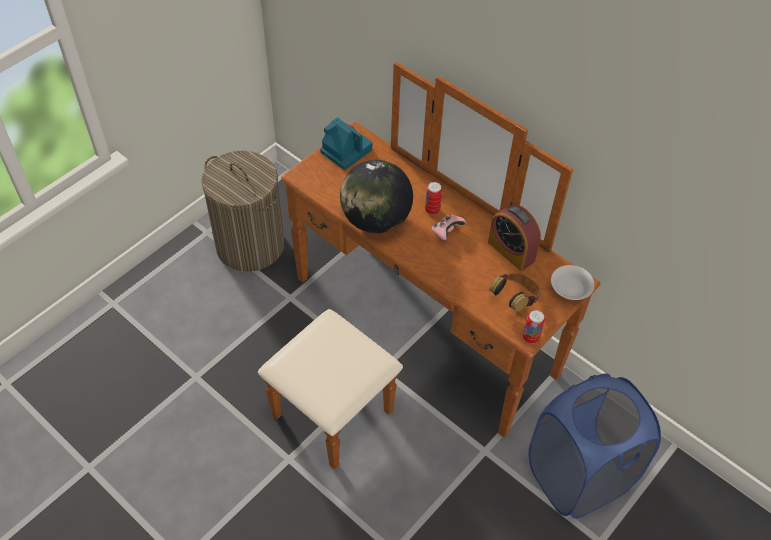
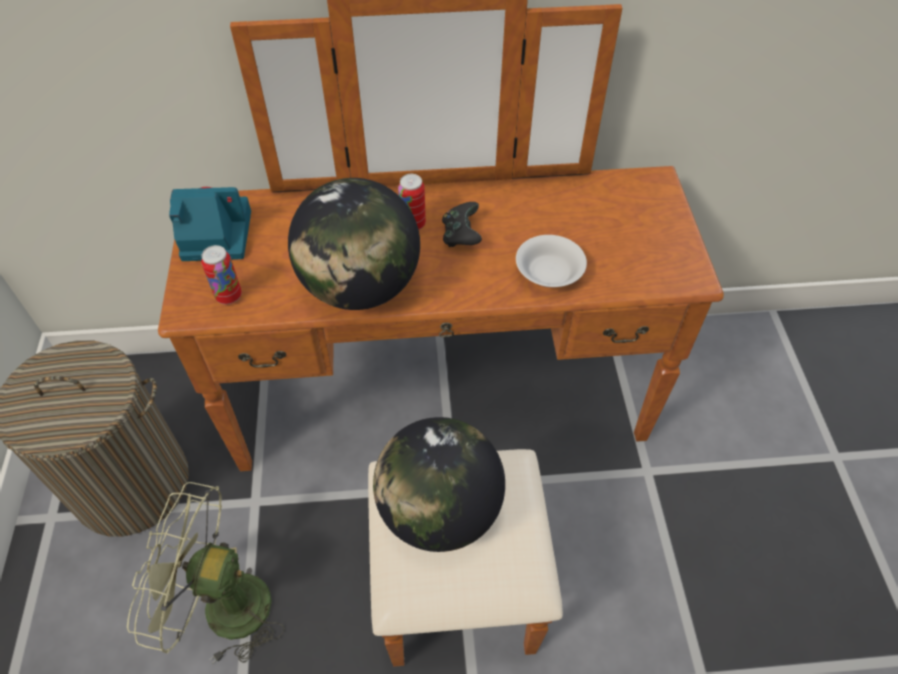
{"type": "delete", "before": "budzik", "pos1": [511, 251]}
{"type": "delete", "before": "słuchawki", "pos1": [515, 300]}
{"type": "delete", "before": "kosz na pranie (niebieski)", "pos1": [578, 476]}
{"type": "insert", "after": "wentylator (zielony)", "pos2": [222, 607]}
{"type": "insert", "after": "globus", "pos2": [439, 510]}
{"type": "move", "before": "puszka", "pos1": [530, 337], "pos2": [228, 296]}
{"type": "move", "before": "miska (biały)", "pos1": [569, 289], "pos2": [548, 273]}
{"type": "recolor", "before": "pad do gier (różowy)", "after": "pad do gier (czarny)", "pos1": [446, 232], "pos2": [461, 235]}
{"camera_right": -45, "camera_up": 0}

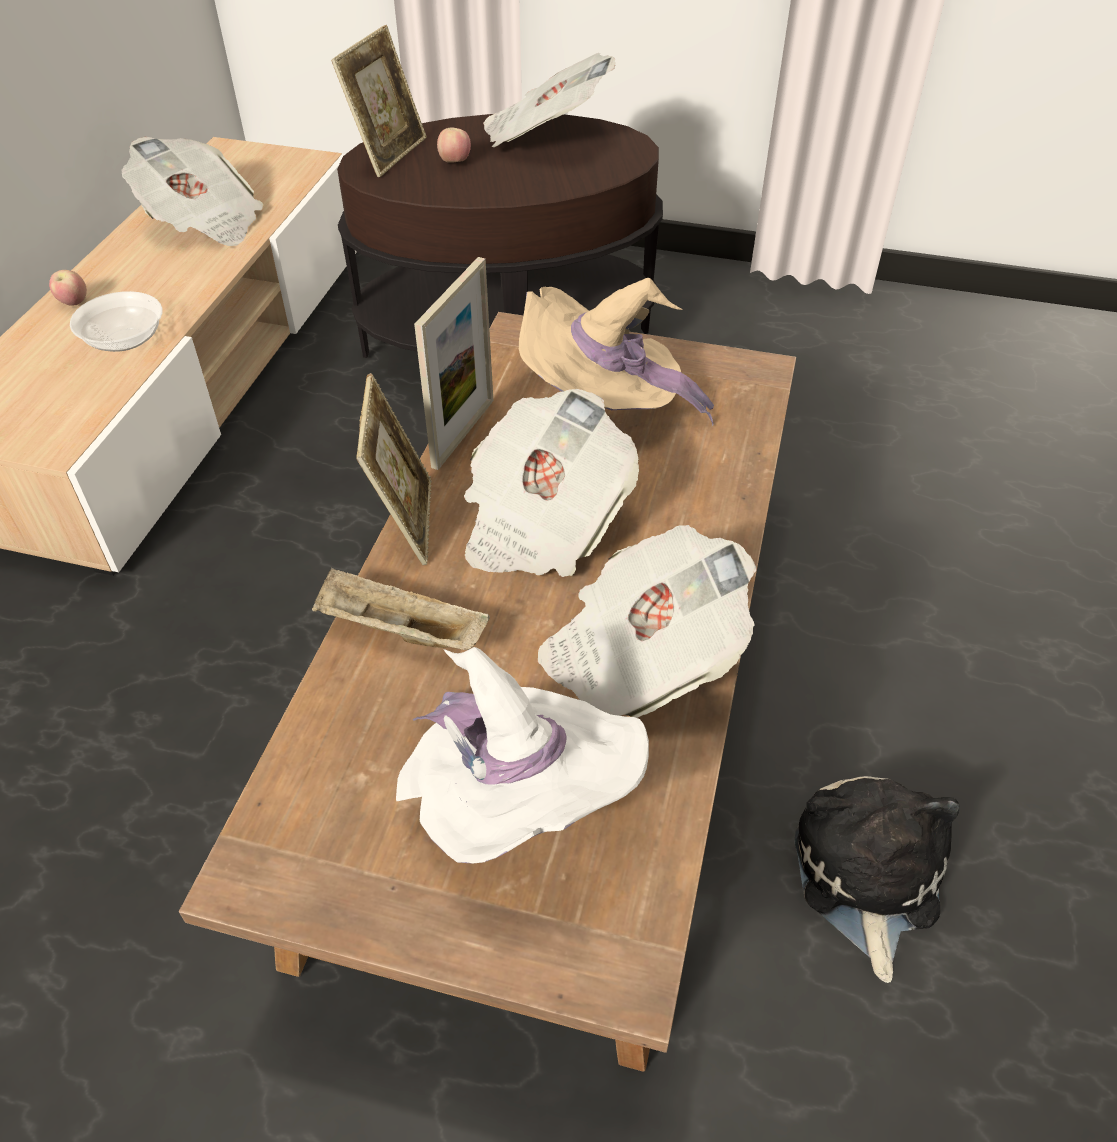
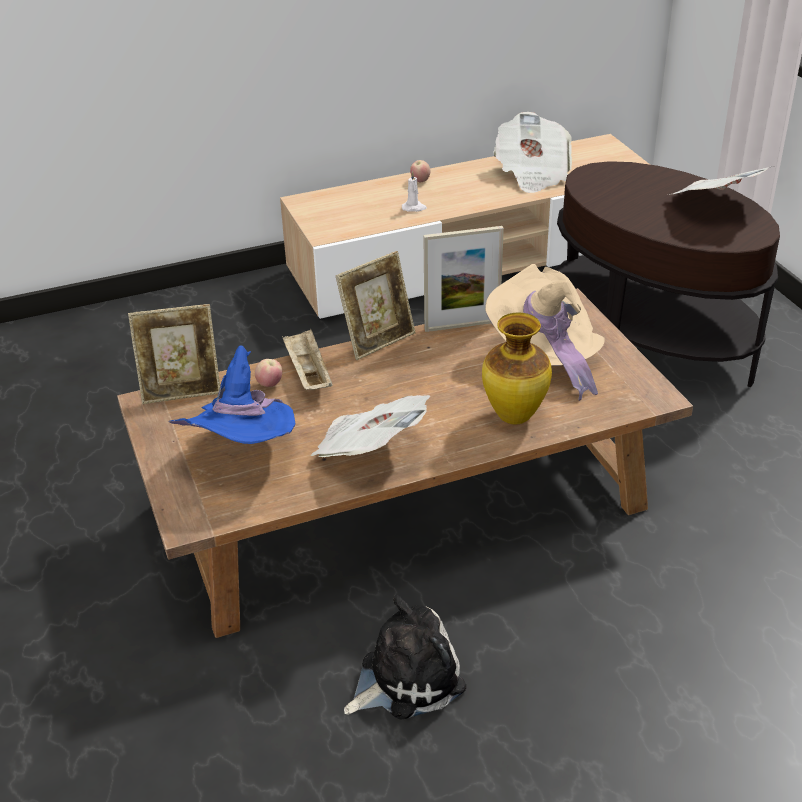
{"type": "delete", "before": "gazeta", "pos1": [542, 522]}
{"type": "insert", "after": "wazon", "pos2": [513, 417]}
{"type": "move", "before": "ramka na zdjęcie", "pos1": [388, 154], "pos2": [181, 390]}
{"type": "move", "before": "jabłko", "pos1": [455, 162], "pos2": [270, 385]}
{"type": "replace", "before": "miska", "after": "świeca (biały)", "pos1": [125, 339], "pos2": [414, 208]}
{"type": "recolor", "before": "kapelusz (biały)", "after": "kapelusz (niebieski)", "pos1": [516, 805], "pos2": [244, 453]}
{"camera_right": 55, "camera_up": -10}

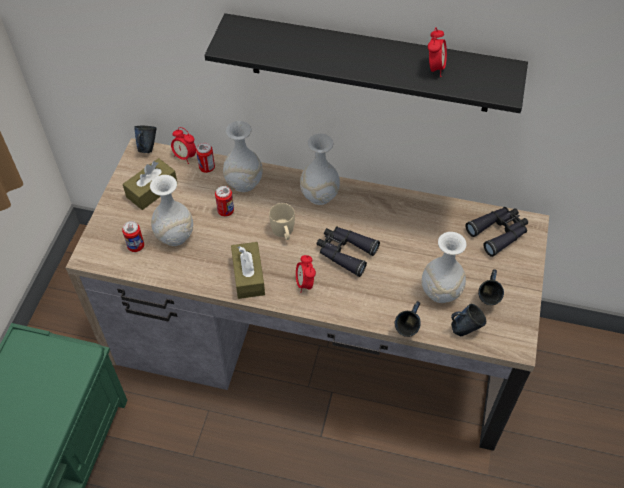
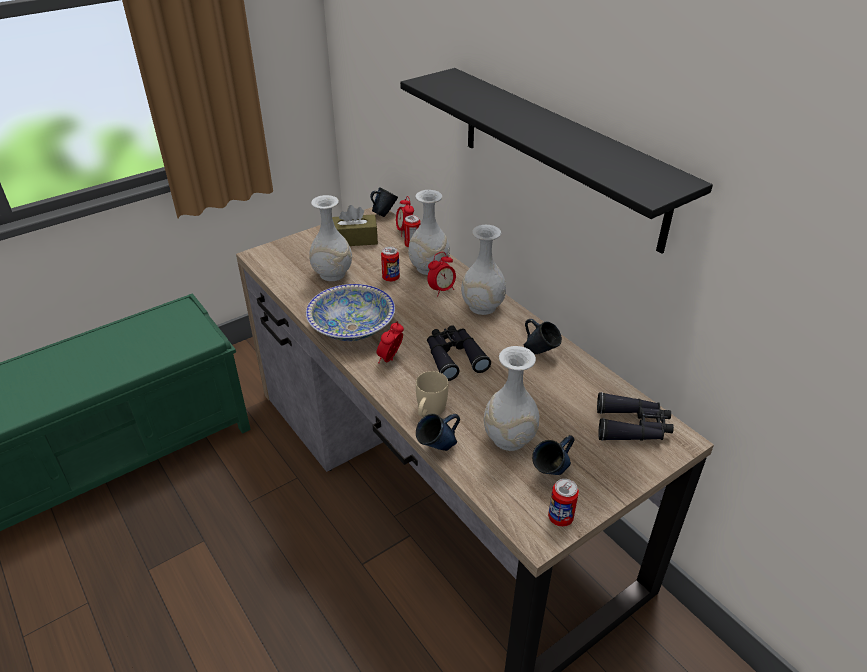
{"type": "move", "before": "puszka", "pos1": [136, 246], "pos2": [560, 518]}
{"type": "move", "before": "kubek (beżowy)", "pos1": [284, 233], "pos2": [429, 411]}
{"type": "move", "before": "budzik", "pos1": [435, 68], "pos2": [441, 290]}
{"type": "move", "before": "kubek (niebieski)", "pos1": [465, 329], "pos2": [540, 353]}
{"type": "replace", "before": "pudełko chusteczek (brązowy)", "after": "miska", "pos1": [248, 276], "pos2": [352, 328]}
{"camera_right": 40, "camera_up": -15}

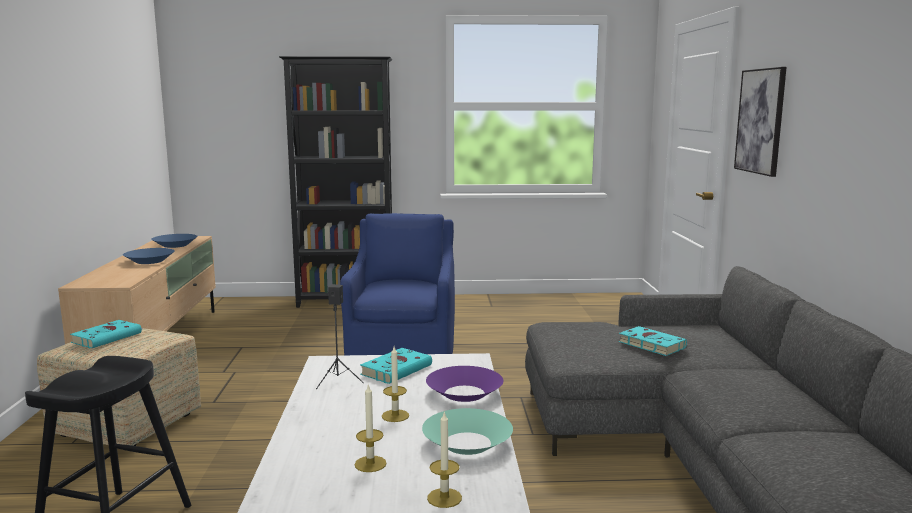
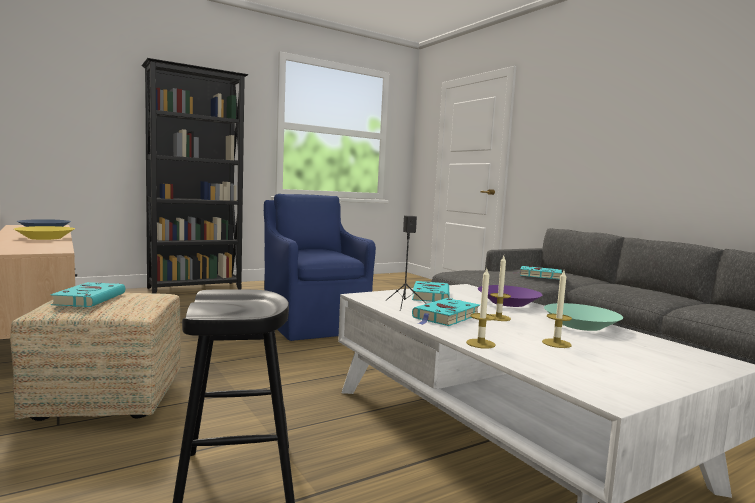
{"type": "delete", "before": "obraz", "pos1": [760, 121]}
{"type": "insert", "after": "książka (turkusowy)", "pos2": [445, 317]}
{"type": "move", "before": "świeca", "pos1": [444, 498], "pos2": [480, 343]}
{"type": "recolor", "before": "miska (niebieski)", "after": "miska (żółty)", "pos1": [149, 261], "pos2": [45, 238]}
{"camera_right": -30, "camera_up": -5}

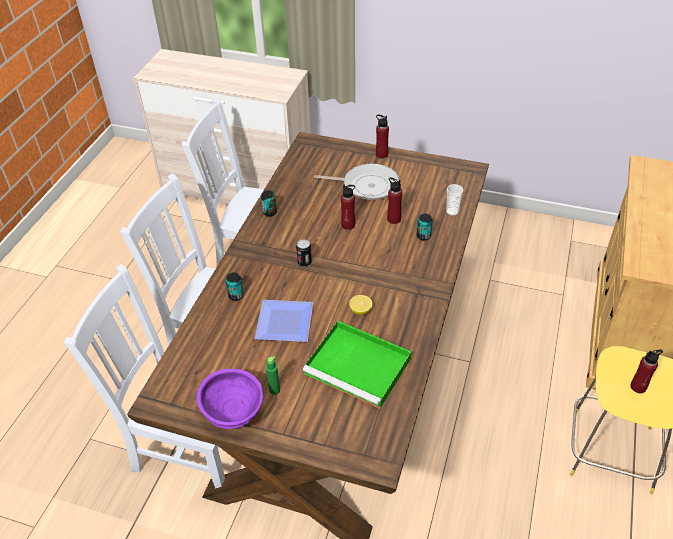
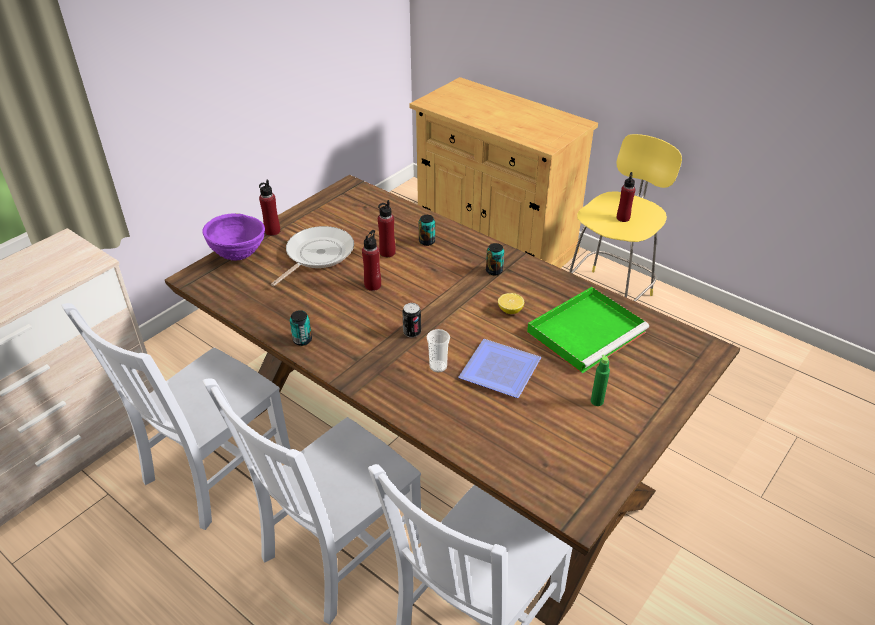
{"type": "move", "before": "miska (fioletowy)", "pos1": [234, 416], "pos2": [239, 256]}
{"type": "move", "before": "puszka", "pos1": [236, 295], "pos2": [494, 271]}
{"type": "move", "before": "filiżanka", "pos1": [452, 211], "pos2": [438, 366]}
{"camera_right": -70, "camera_up": -5}

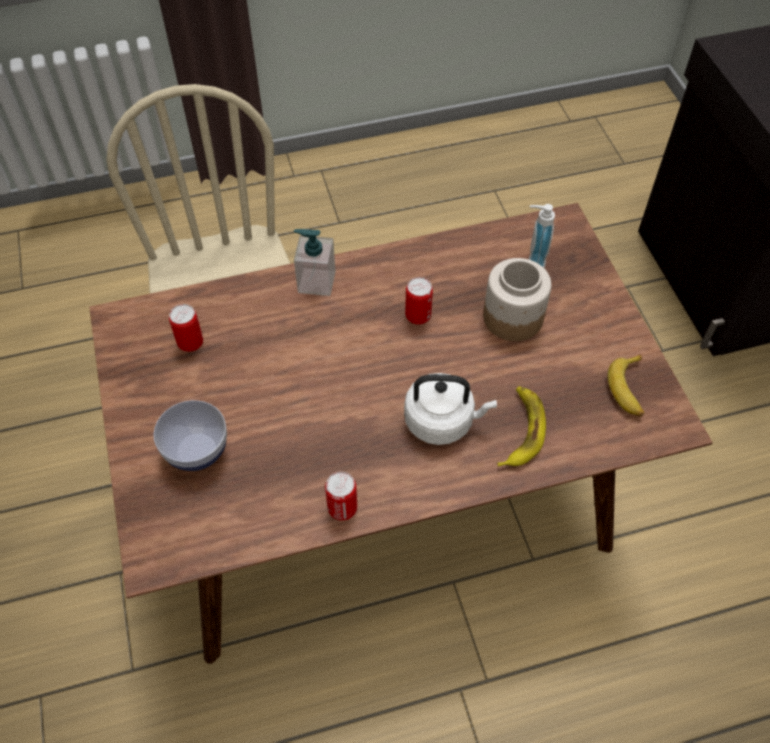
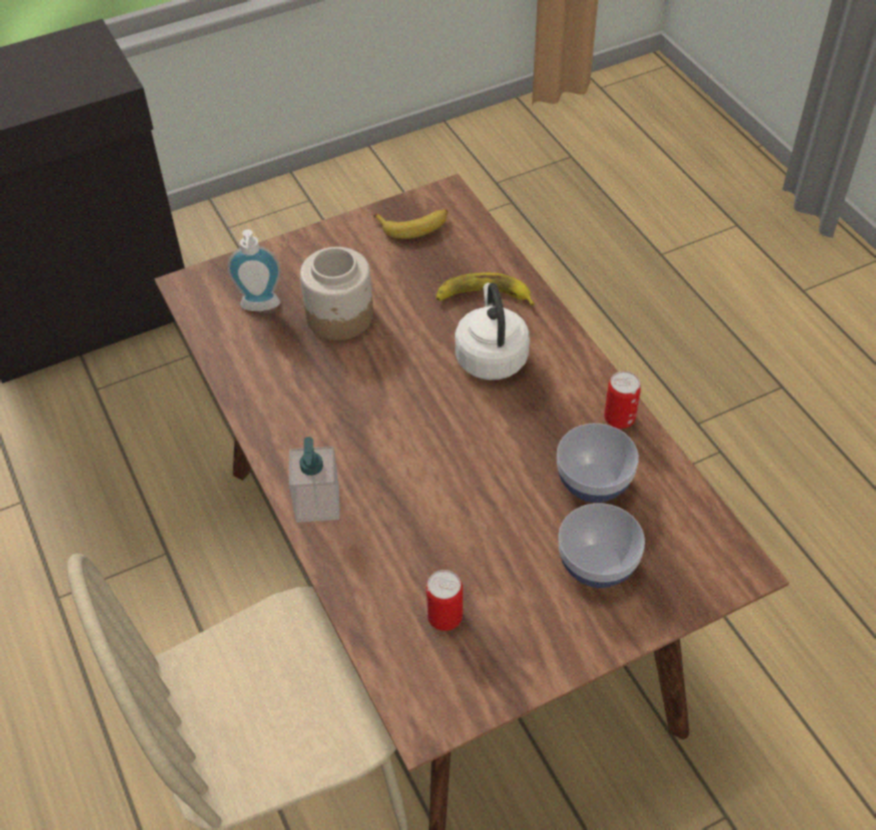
{"type": "delete", "before": "puszka", "pos1": [418, 316]}
{"type": "insert", "after": "miska", "pos2": [593, 483]}
{"camera_right": -100, "camera_up": -5}

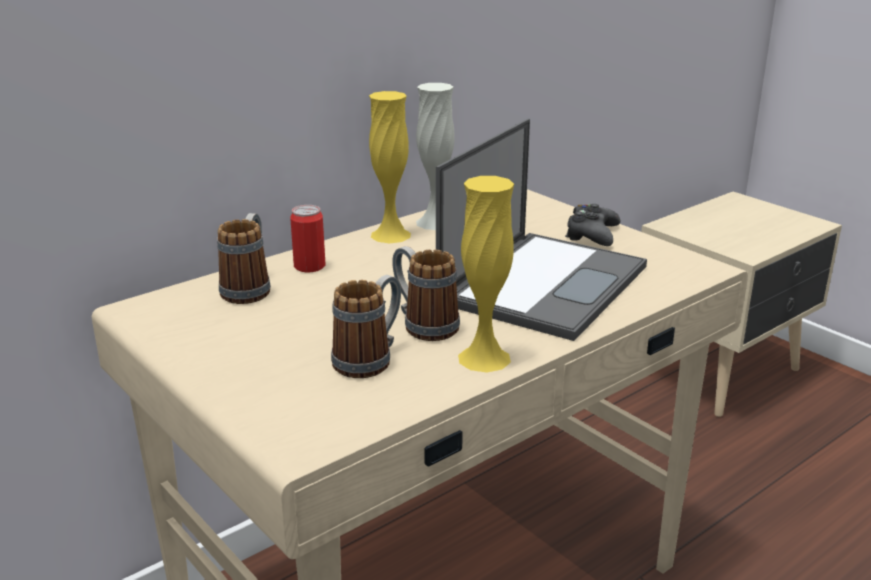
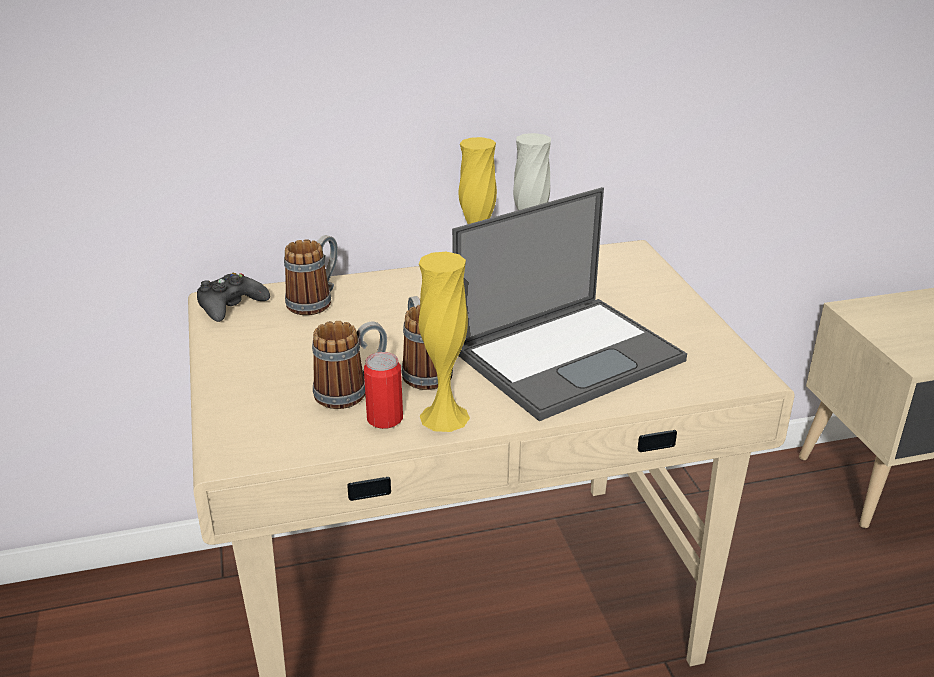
{"type": "move", "before": "puszka", "pos1": [309, 266], "pos2": [385, 419]}
{"type": "move", "before": "pad do gier (czarny)", "pos1": [592, 235], "pos2": [231, 305]}
{"camera_right": 25, "camera_up": 5}

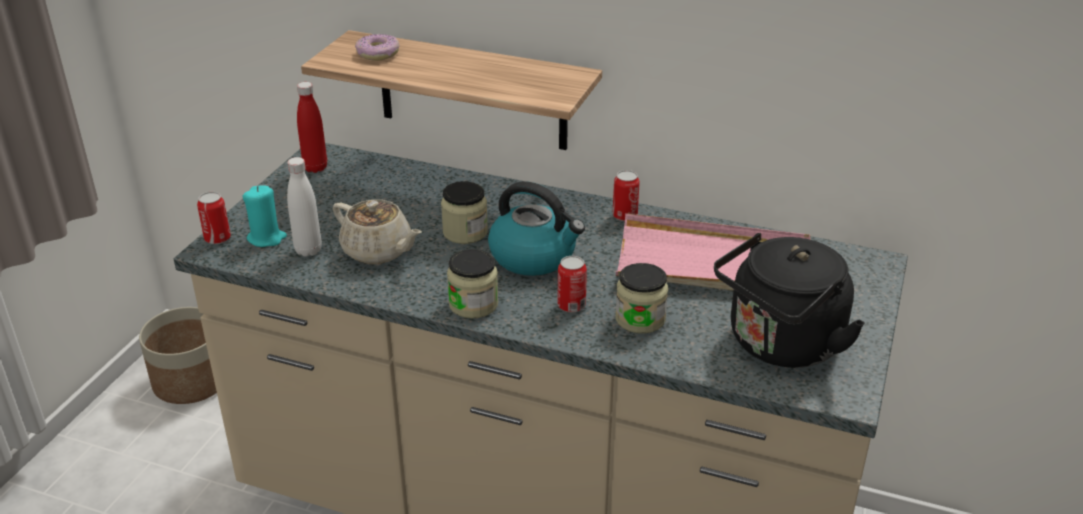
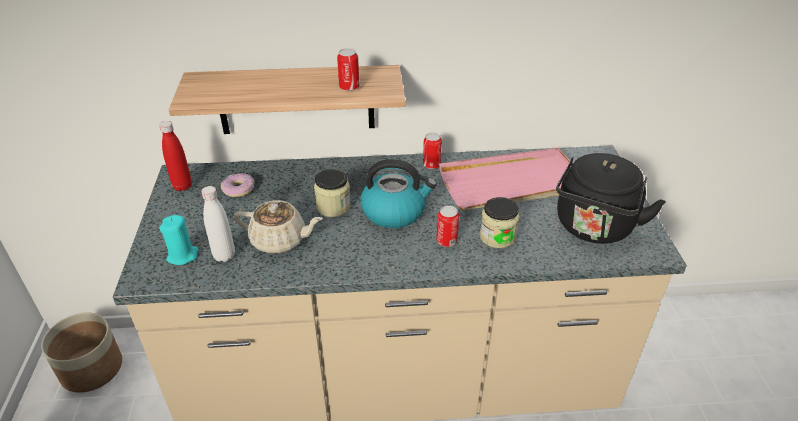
{"type": "delete", "before": "słoik", "pos1": [473, 304]}
{"type": "move", "before": "puszka", "pos1": [217, 238], "pos2": [349, 87]}
{"type": "move", "before": "donut", "pos1": [378, 54], "pos2": [239, 189]}
{"camera_right": -25, "camera_up": 5}

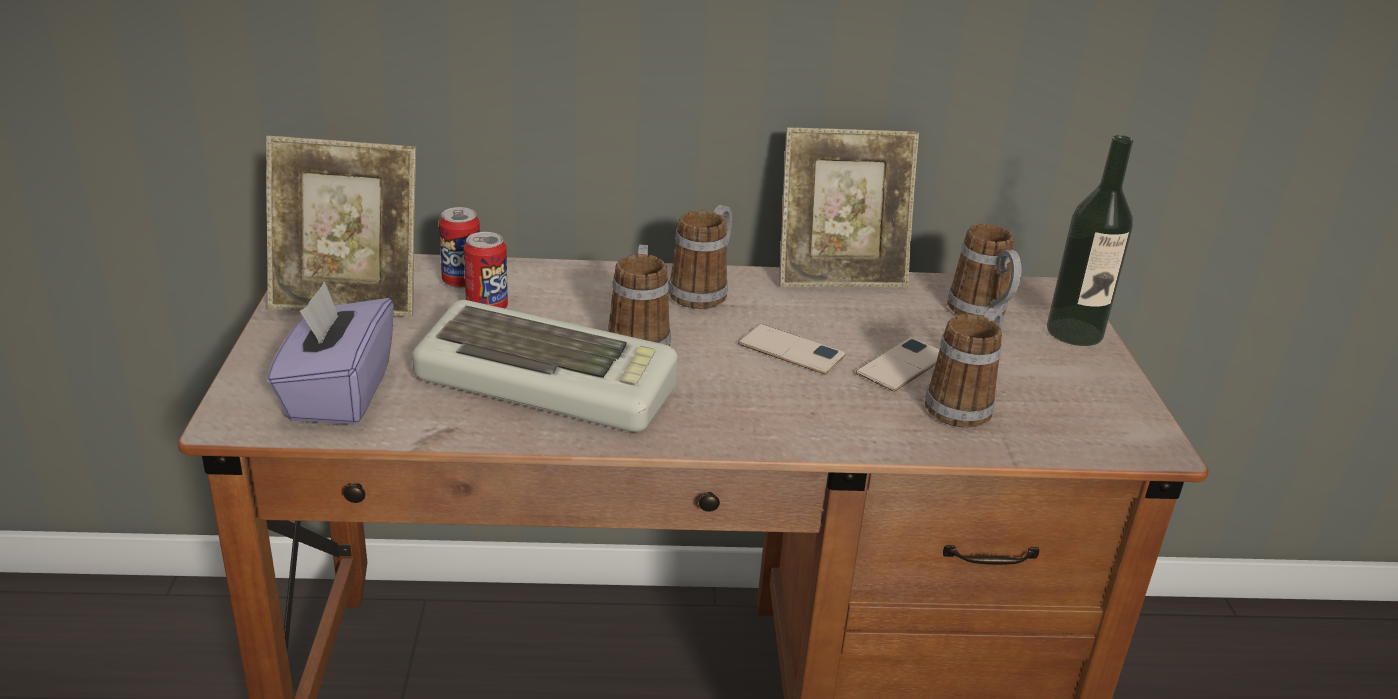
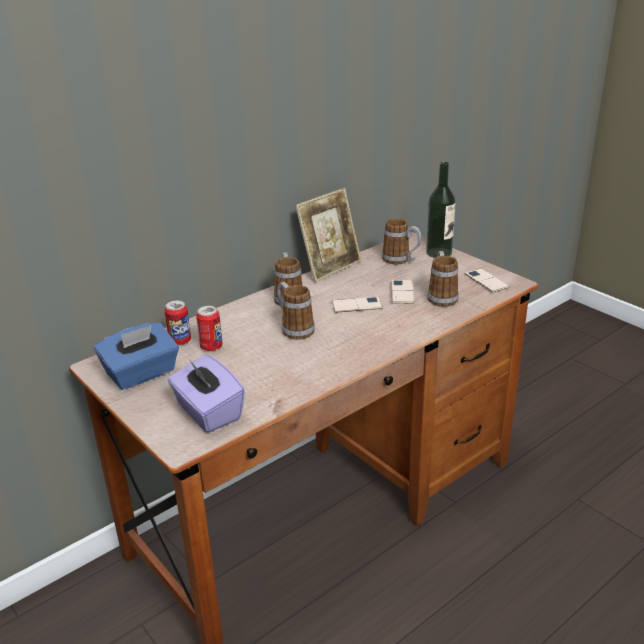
{"type": "delete", "before": "klawiatura", "pos1": [550, 382]}
{"type": "insert", "after": "telefon", "pos2": [486, 281]}
{"type": "replace", "before": "ramka na zdjęcie", "after": "pudełko chusteczek (niebieski)", "pos1": [348, 301], "pos2": [141, 374]}
{"camera_right": -35, "camera_up": 0}

